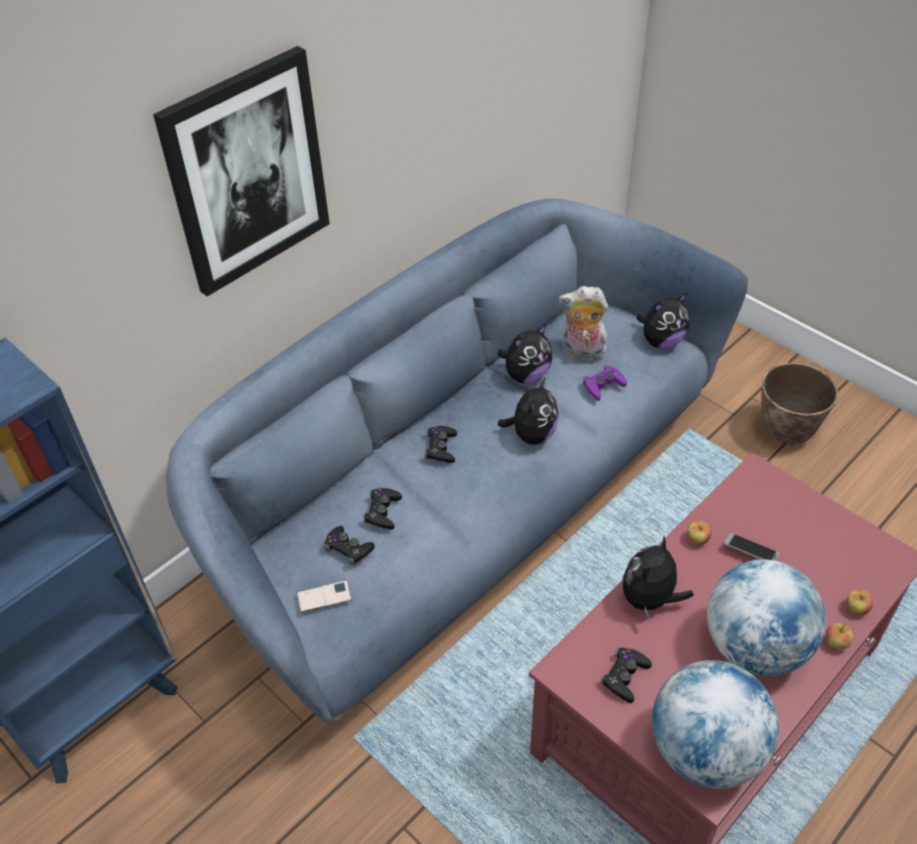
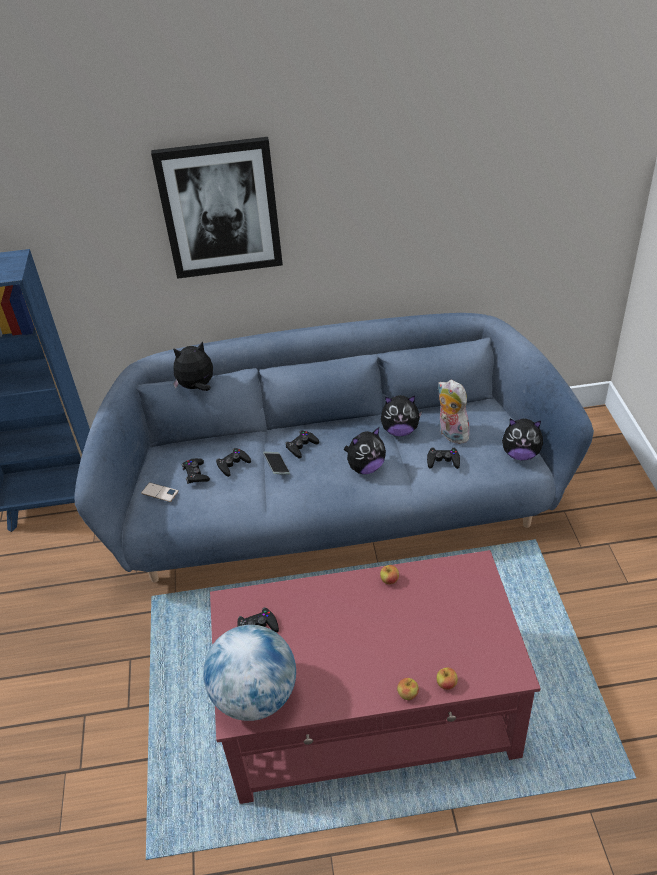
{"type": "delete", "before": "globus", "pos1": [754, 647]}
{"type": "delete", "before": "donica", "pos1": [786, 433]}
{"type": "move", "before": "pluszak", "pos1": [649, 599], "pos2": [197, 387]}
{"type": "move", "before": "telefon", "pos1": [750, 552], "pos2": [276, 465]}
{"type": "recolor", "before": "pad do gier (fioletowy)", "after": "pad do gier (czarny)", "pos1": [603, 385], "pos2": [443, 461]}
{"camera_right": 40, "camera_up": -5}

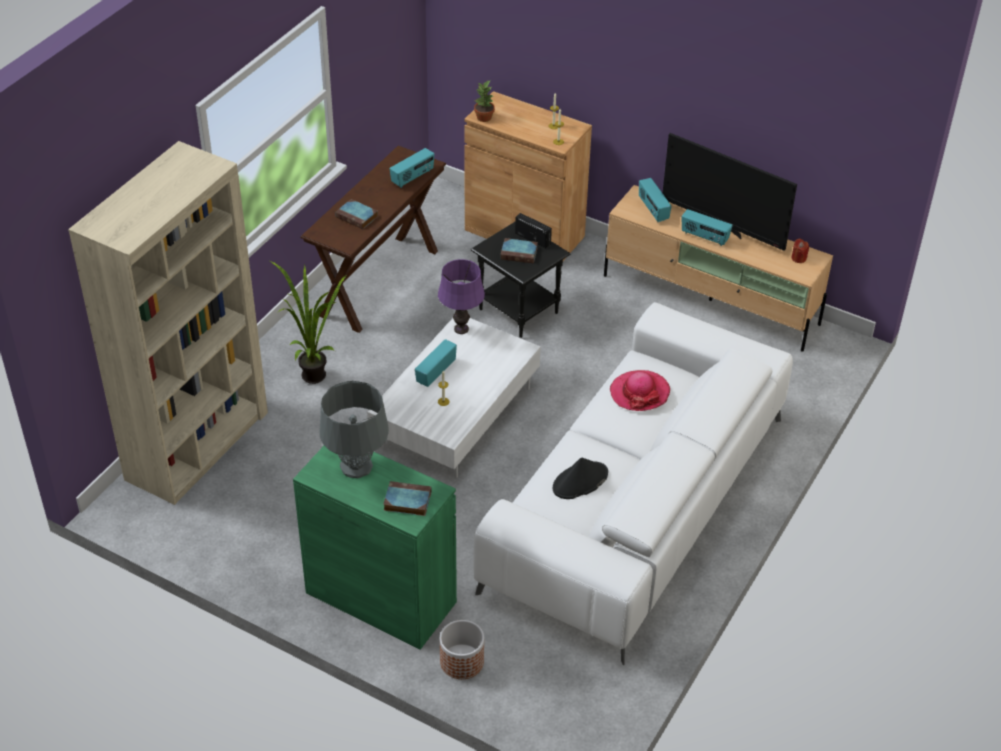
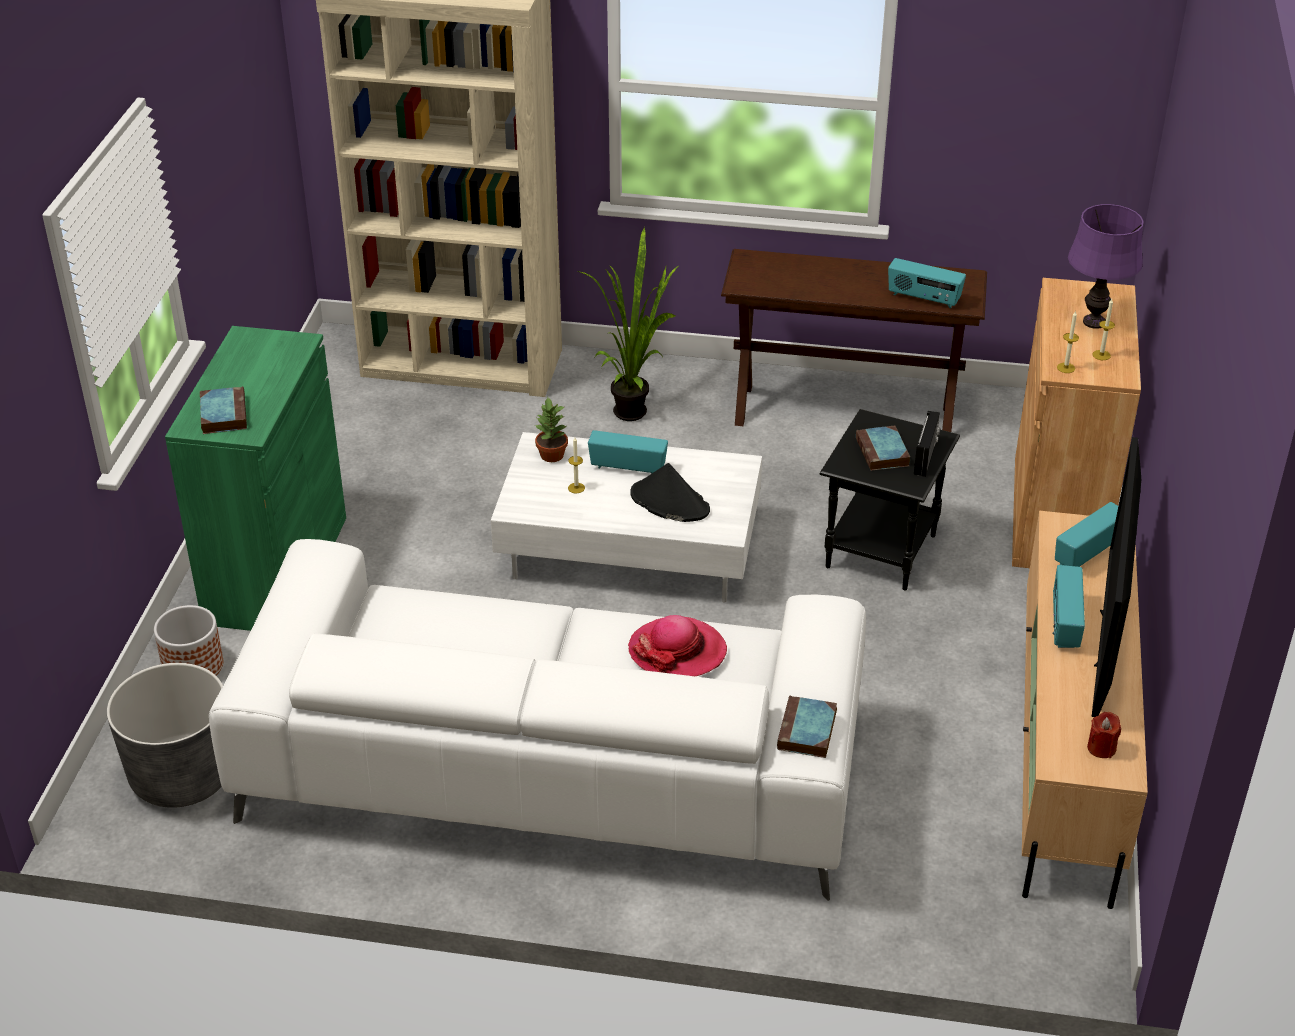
{"type": "delete", "before": "lampa stołowa (szary)", "pos1": [356, 466]}
{"type": "insert", "after": "donica (szary)", "pos2": [182, 775]}
{"type": "move", "before": "książka", "pos1": [357, 217], "pos2": [807, 732]}
{"type": "move", "before": "lampa stołowa (fioletowy)", "pos1": [461, 329], "pos2": [1094, 322]}
{"type": "move", "before": "roślina doniczkowa", "pos1": [484, 117], "pos2": [552, 455]}
{"type": "move", "before": "kapelusz (czarny)", "pos1": [580, 481], "pos2": [669, 502]}
{"camera_right": 70, "camera_up": -5}

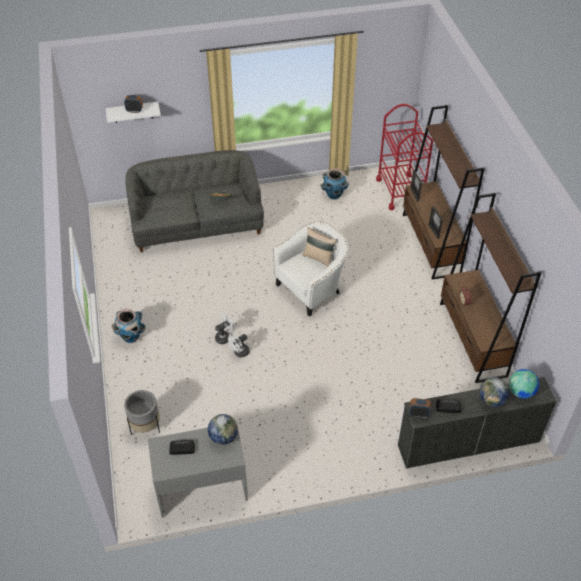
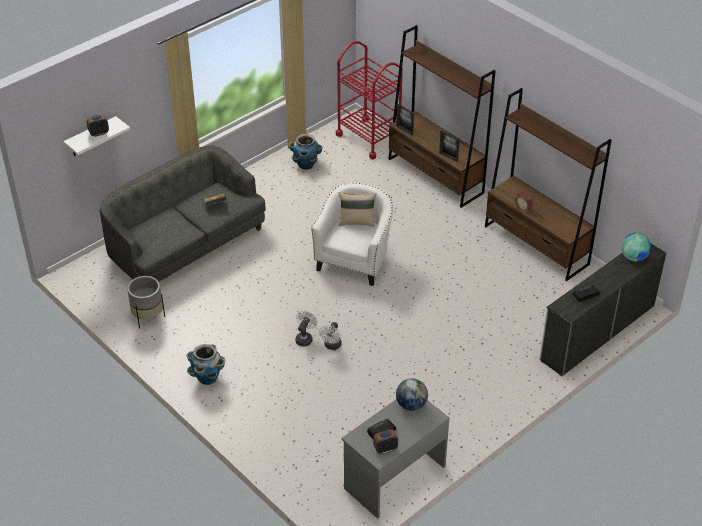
{"type": "delete", "before": "globus", "pos1": [492, 400]}
{"type": "move", "before": "donica (szary)", "pos1": [145, 426], "pos2": [148, 317]}
{"type": "move", "before": "budzik", "pos1": [418, 414], "pos2": [385, 449]}
{"camera_right": -30, "camera_up": -5}

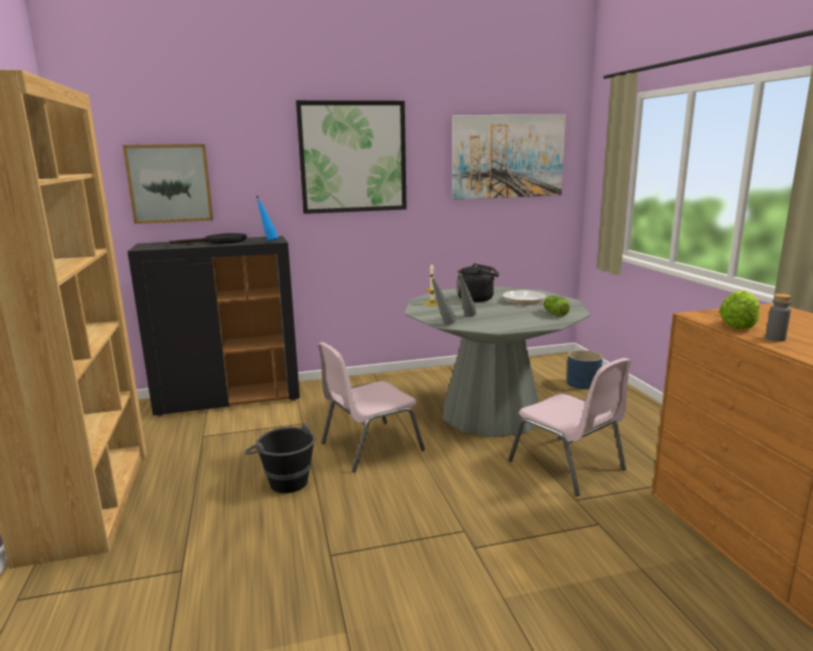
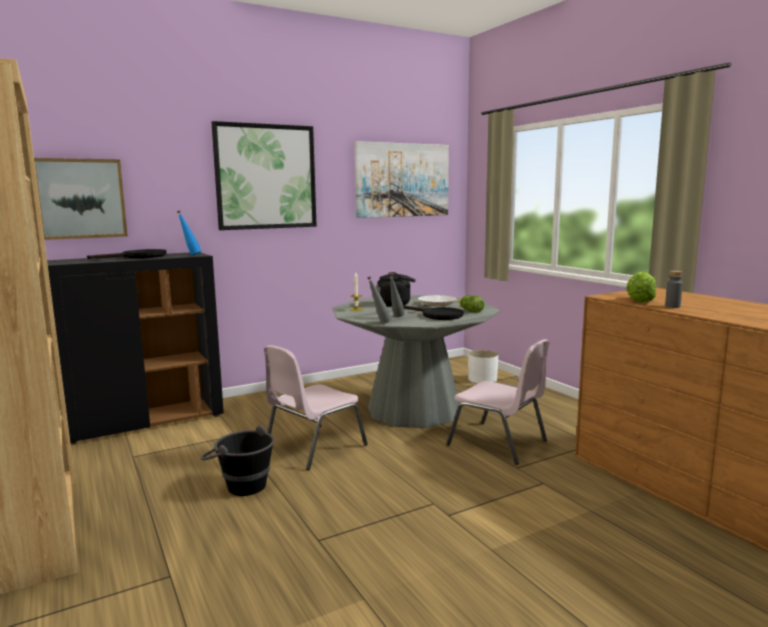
{"type": "insert", "after": "patelnia (czarny)", "pos2": [437, 315]}
{"type": "recolor", "before": "donica (niebieski)", "after": "donica (biały)", "pos1": [583, 383], "pos2": [482, 379]}
{"camera_right": -15, "camera_up": -5}

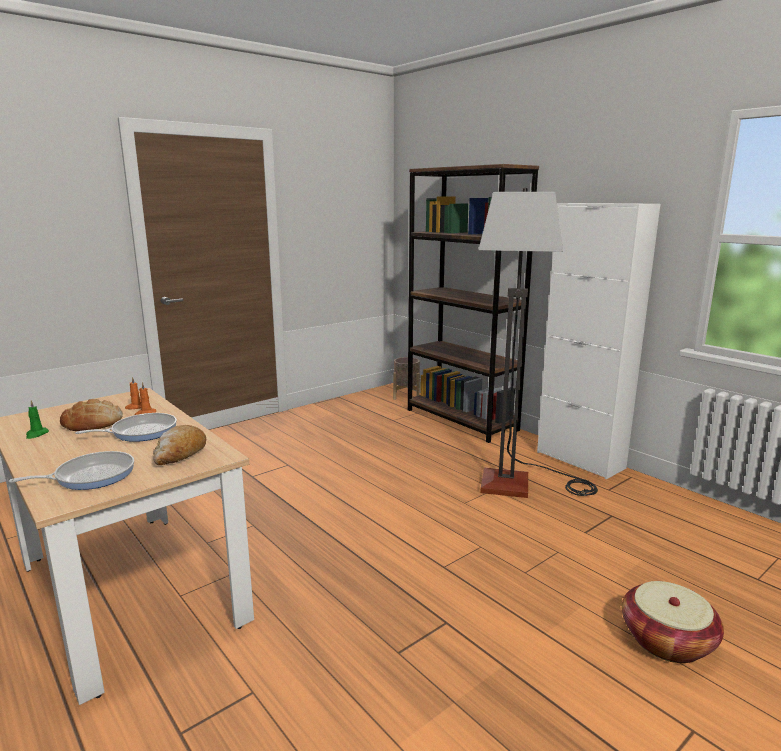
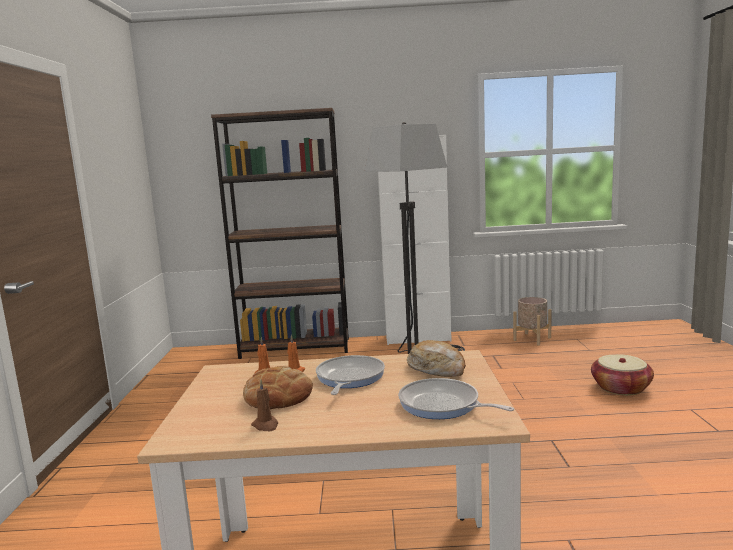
{"type": "move", "before": "donica (beżowy)", "pos1": [406, 395], "pos2": [532, 339]}
{"type": "recolor", "before": "świeca (zielony)", "after": "świeca (brązowy)", "pos1": [36, 434], "pos2": [266, 425]}
{"type": "rotate", "before": "patelnia", "pos1": [90, 476], "pos2": [442, 405], "turn": -60}
{"camera_right": -50, "camera_up": -5}

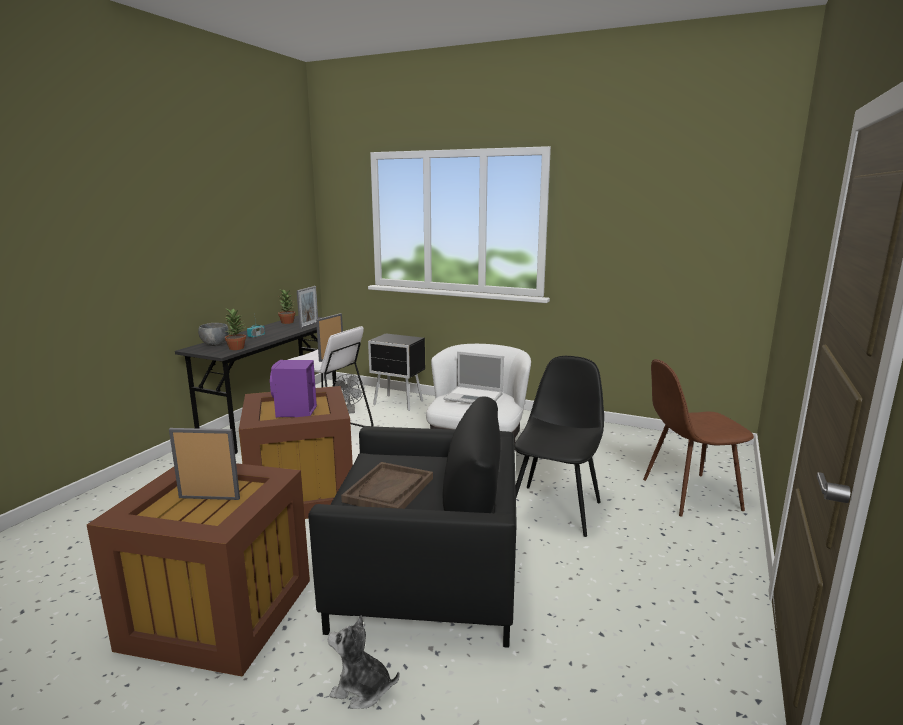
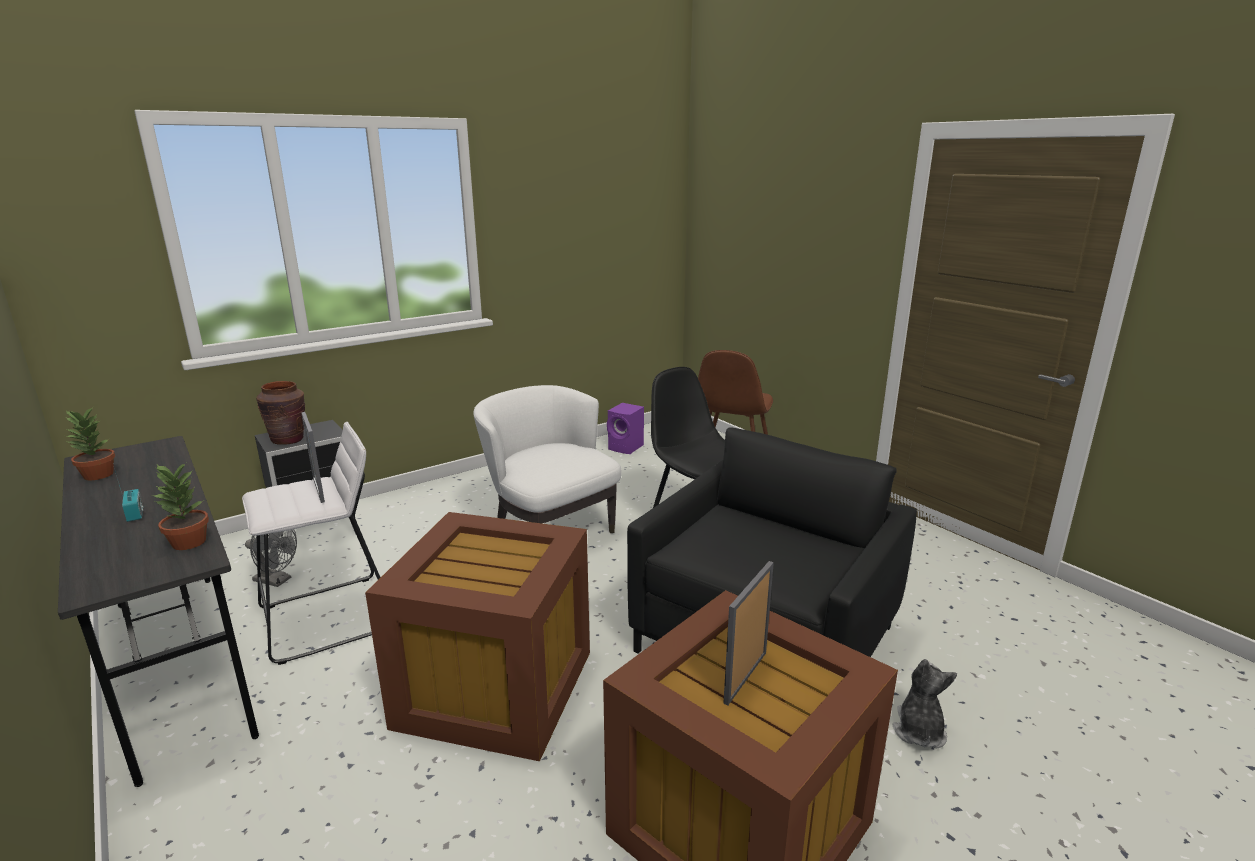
{"type": "delete", "before": "miska (szary)", "pos1": [215, 345]}
{"type": "delete", "before": "ramka na zdjęcie", "pos1": [309, 325]}
{"type": "delete", "before": "taca (brązowy)", "pos1": [389, 490]}
{"type": "delete", "before": "laptop", "pos1": [475, 396]}
{"type": "insert", "after": "wazon (brązowy)", "pos2": [288, 439]}
{"type": "move", "before": "głośnik (fioletowy)", "pos1": [295, 412], "pos2": [626, 447]}
{"type": "rotate", "before": "pluszak", "pos1": [361, 689], "pos2": [918, 731], "turn": 150}
{"camera_right": -60, "camera_up": 5}

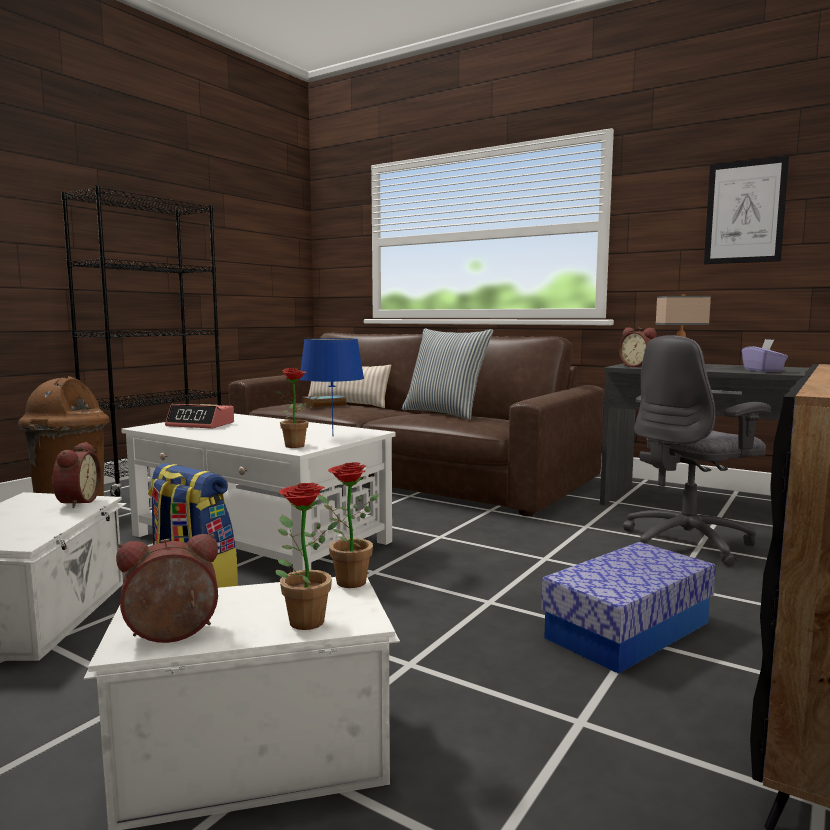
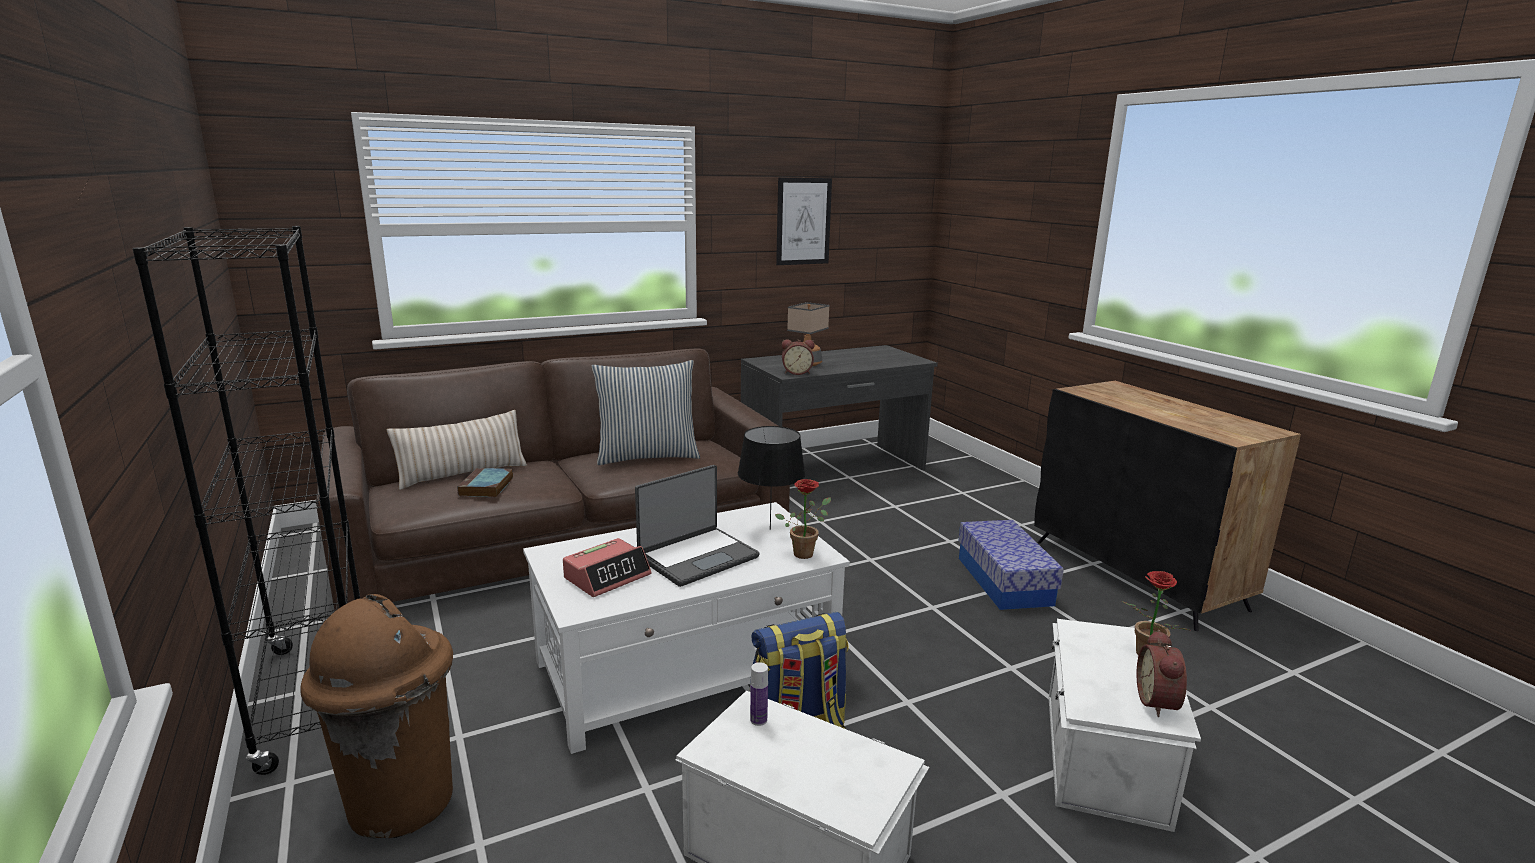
{"type": "delete", "before": "roślina doniczkowa", "pos1": [345, 581]}
{"type": "delete", "before": "krzesło biurowe (szary)", "pos1": [688, 543]}
{"type": "delete", "before": "pudełko chusteczek (fioletowy)", "pos1": [763, 371]}
{"type": "insert", "after": "laptop", "pos2": [697, 557]}
{"type": "replace", "before": "budzik", "after": "butelka", "pos1": [75, 502], "pos2": [758, 720]}
{"type": "recolor", "before": "lampa stołowa (niebieski)", "after": "lampa stołowa (czarny)", "pos1": [333, 436], "pos2": [770, 529]}
{"camera_right": -60, "camera_up": 10}

